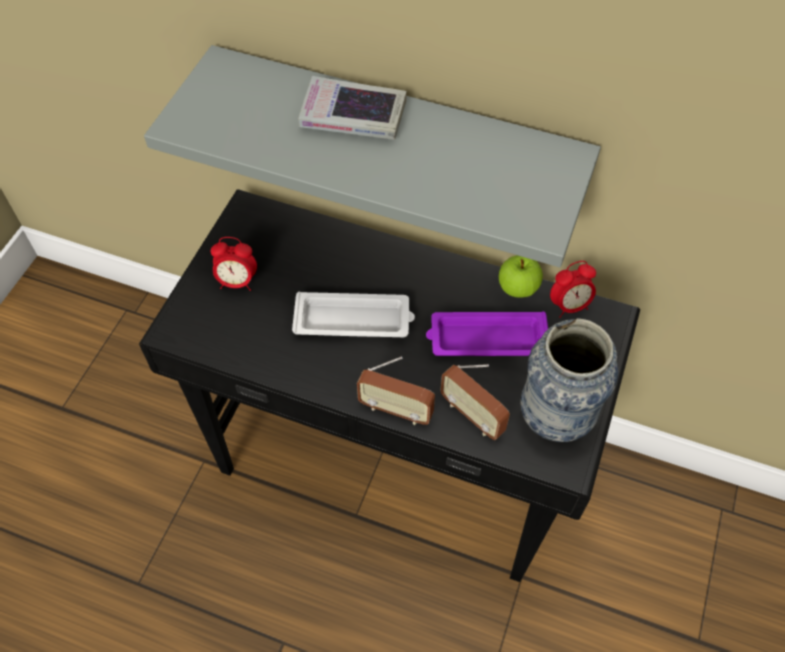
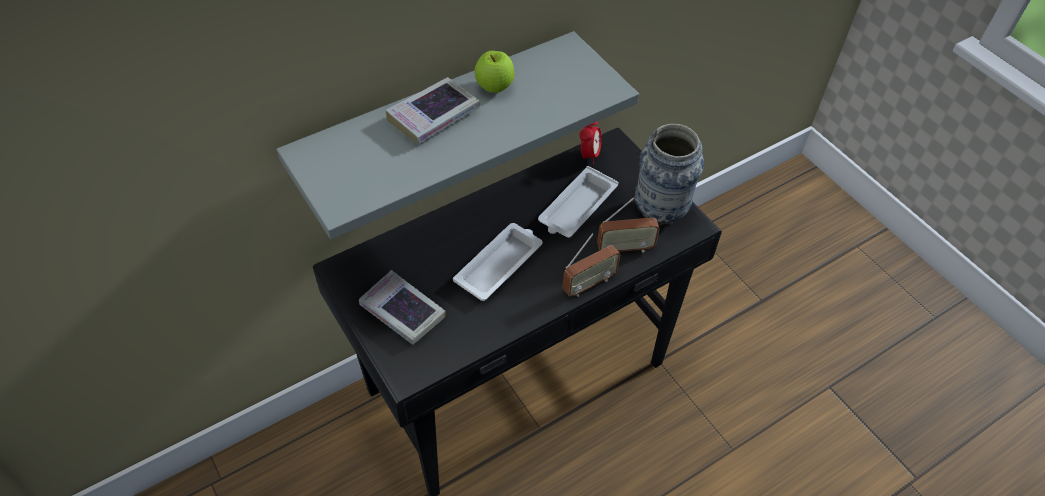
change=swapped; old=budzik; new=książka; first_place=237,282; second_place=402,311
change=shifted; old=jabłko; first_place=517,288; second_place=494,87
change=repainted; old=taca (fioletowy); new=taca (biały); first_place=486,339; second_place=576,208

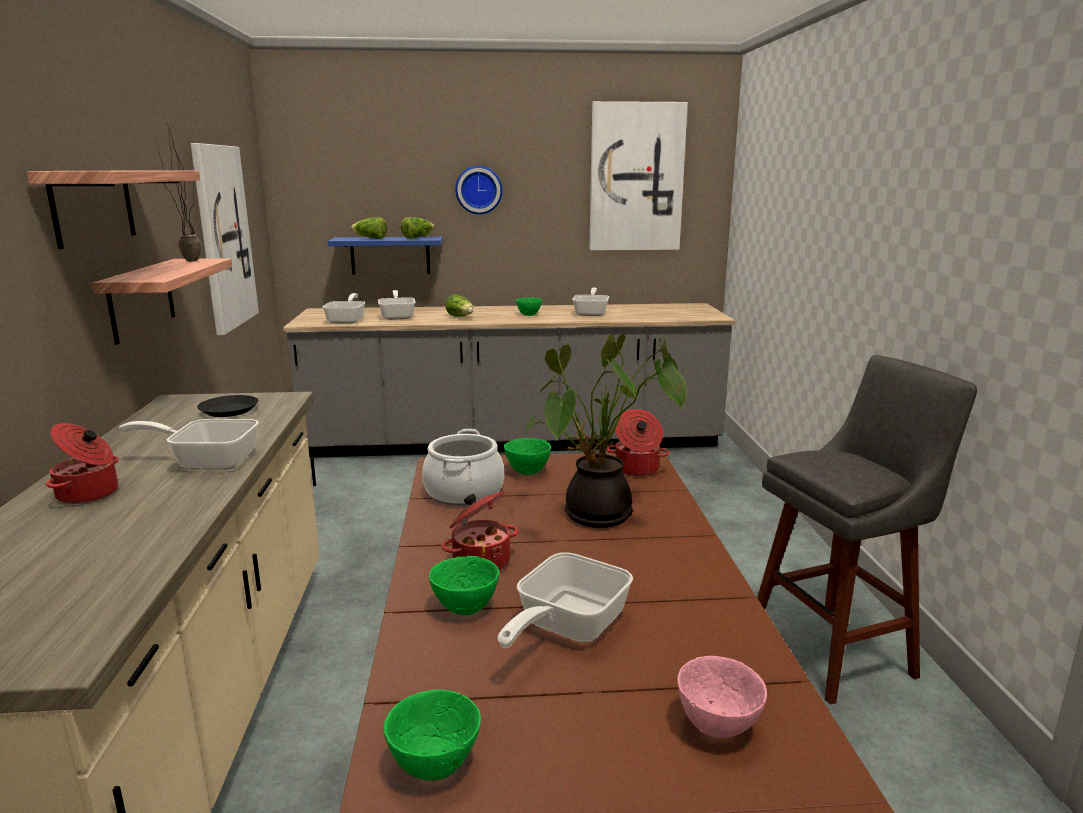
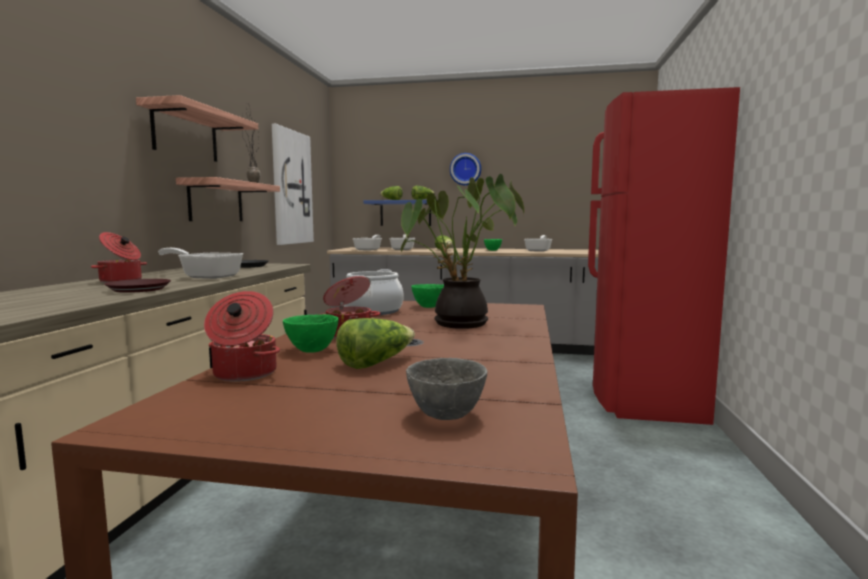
change=new; new=talerz (brązowy); second_place=138,289
change=shifted; old=garnek; first_place=636,469; second_place=243,374
change=swapped; old=patelnia; new=sałata; first_place=565,627; second_place=375,363
change=repainted; old=miska (różowy); new=miska (szary); first_place=718,726; second_place=448,416
change=new; new=lodówka (czerwony); second_place=644,401
change=gone; old=miska (zielony); first_place=433,765
change=gone; old=obraz; first_place=636,177
change=gone; old=stołek (szary); first_place=836,651

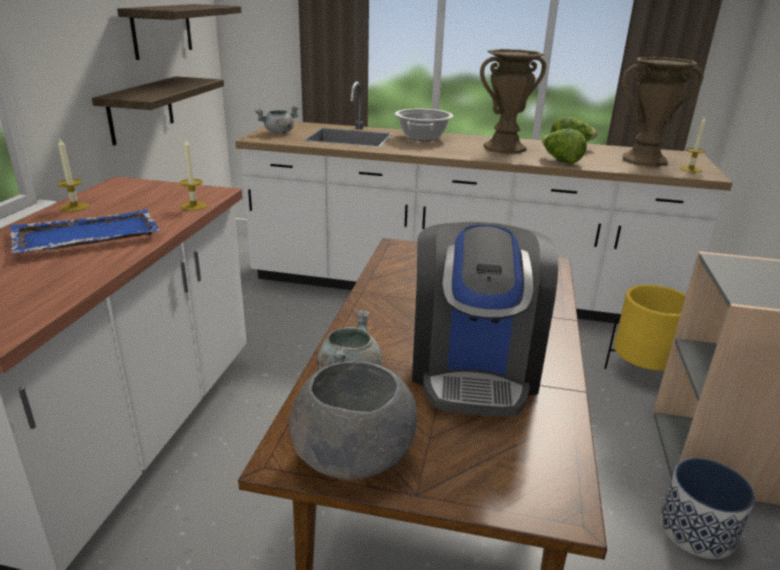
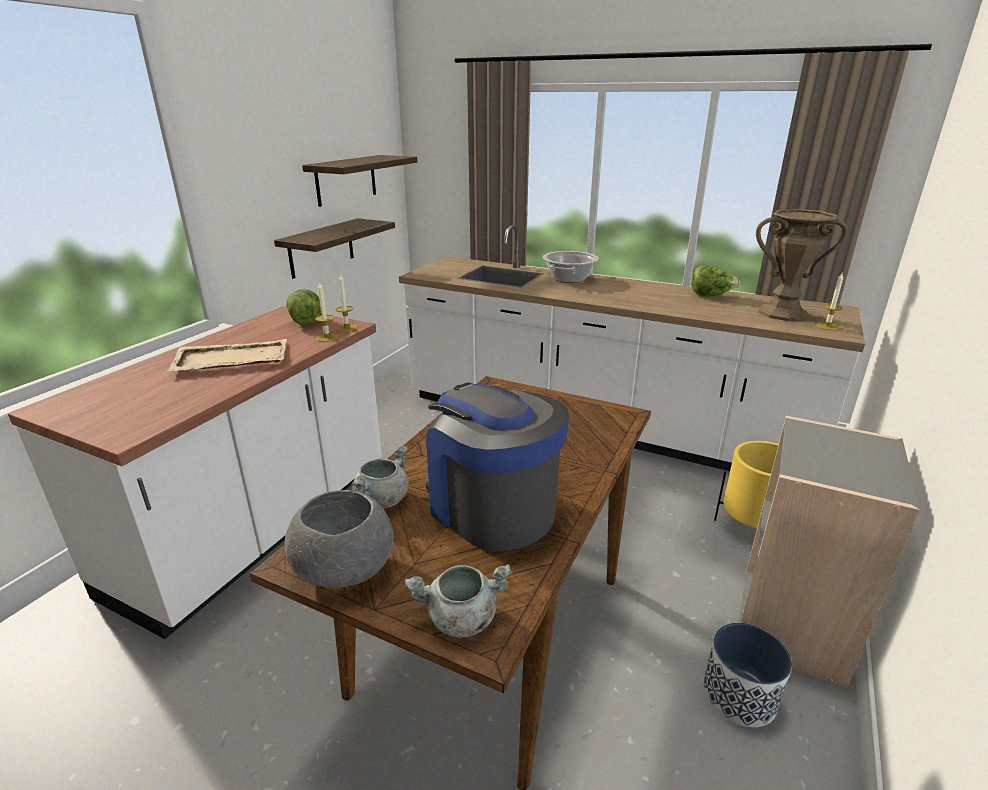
change=repainted; old=taca (niebieski); new=taca (beżowy); first_place=85,235; second_place=230,359
change=shifted; old=sałata; first_place=560,161; second_place=306,321
change=shifted; old=świeca; first_place=74,207; second_place=346,328
change=shifted; old=garnek (szary); first_place=278,133; second_place=460,619
change=rotated; old=ekspres do kawy; first_place=475,368; second_place=491,507; degrees=120
change=gone; old=wazon (brązowy); first_place=504,148

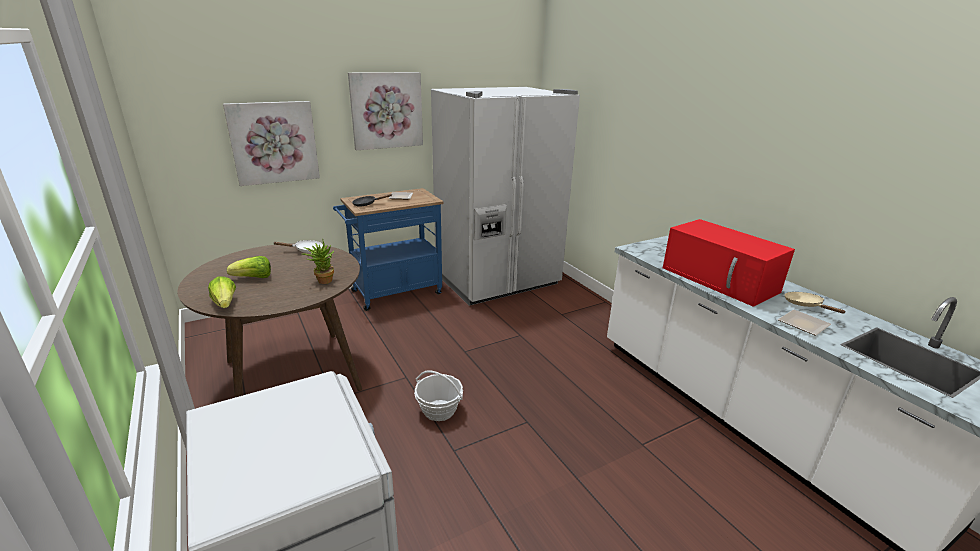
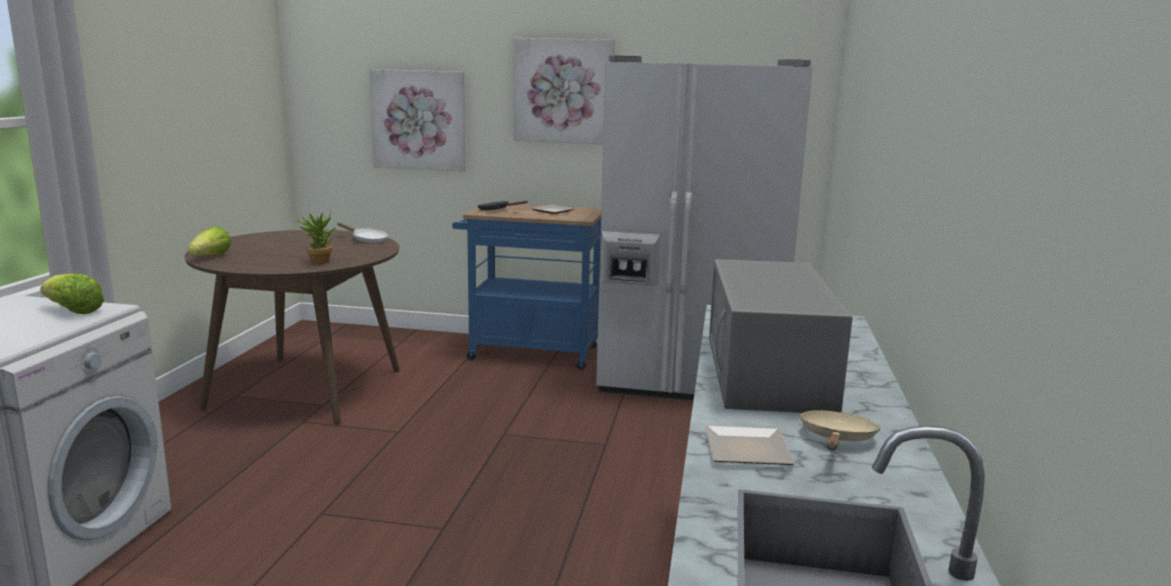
change=shifted; old=sałata; first_place=253,278; second_place=73,311
change=repainted; old=mikrofalówka (czerwony); new=mikrofalówka (szary); first_place=721,280; second_place=768,373
change=gone; old=koszyk; first_place=439,410

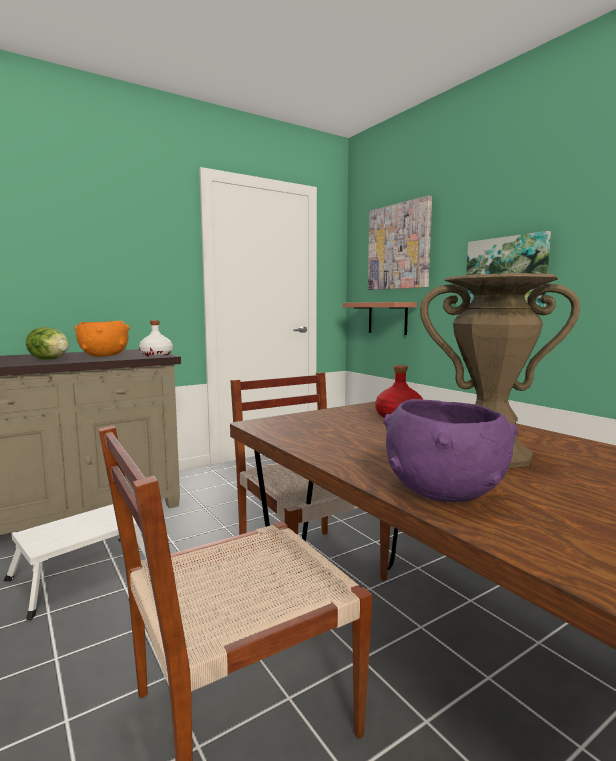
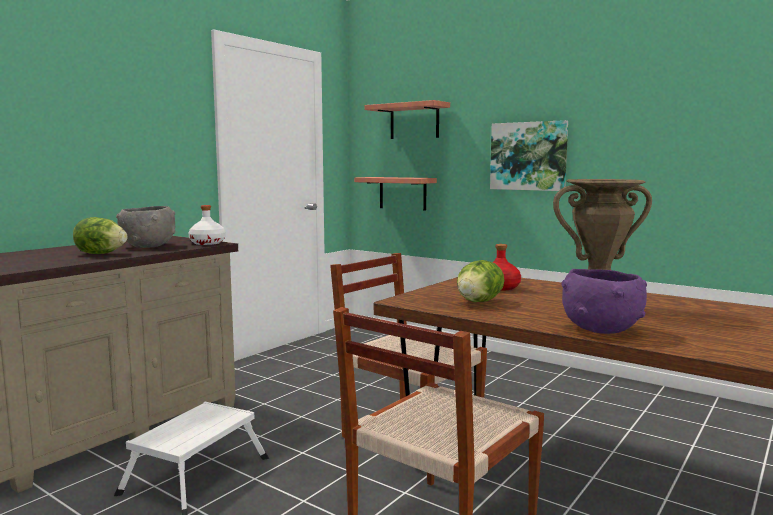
change=repainted; old=miska (pomarańczowy); new=miska (szary); first_place=104,356; second_place=148,246
change=swapped; old=obraz; new=półka; first_place=399,247; second_place=414,121
change=new; new=sałata; second_place=478,302

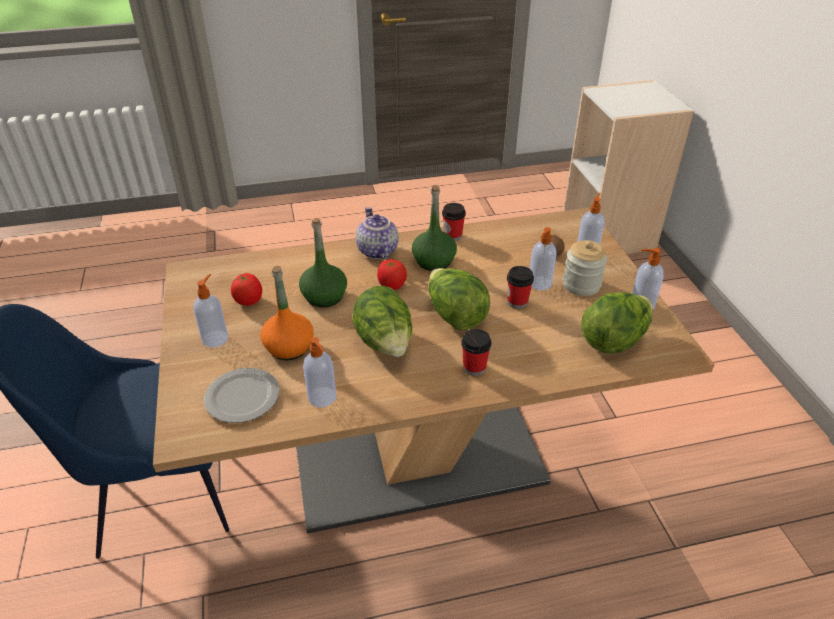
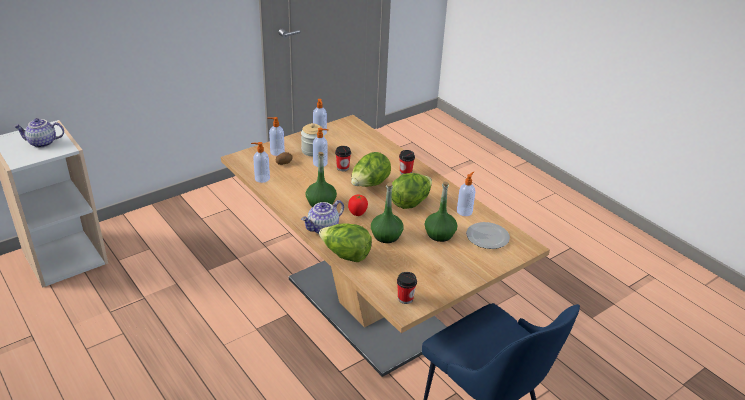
change=new; new=imbryk; second_place=42,143
change=shifted; old=dozownik mydła; first_place=215,338; second_place=261,178
change=shifted; old=sałata; first_place=613,340; second_place=345,255
change=shifted; old=filiżanka; first_place=452,236; second_place=405,298
change=repainted; old=butelka (pomarańczowy); new=butelka (zielony); first_place=289,347; second_place=440,234
change=gone; old=pomidor; first_place=249,301

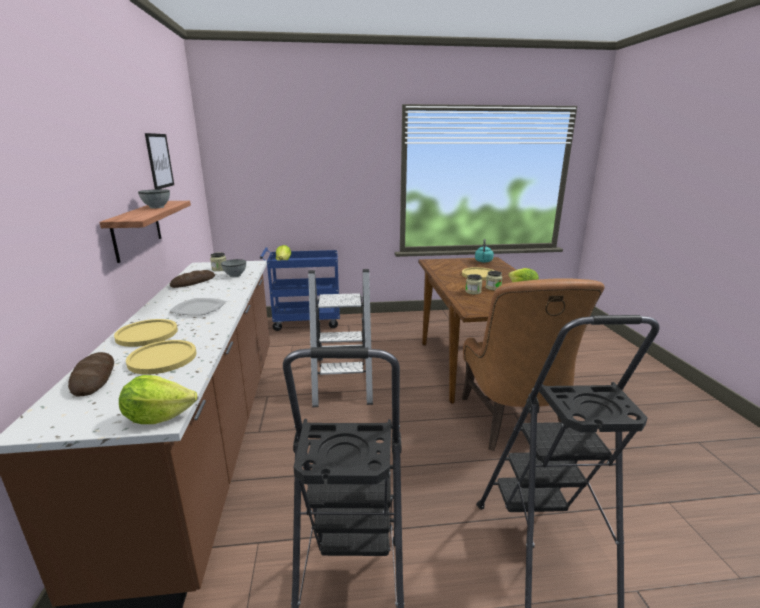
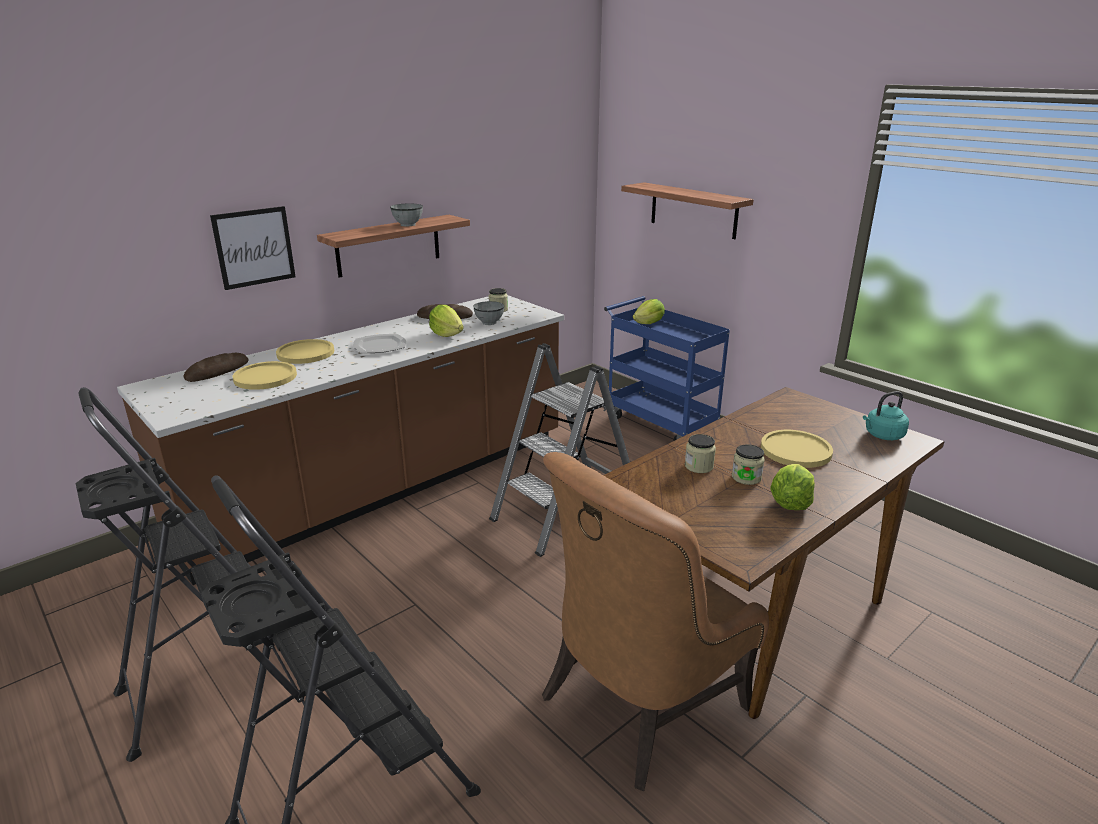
change=shifted; old=obraz; first_place=159,161; second_place=254,247
change=shifted; old=sałata; first_place=158,417; second_place=447,334
change=new; new=półka; second_place=693,210

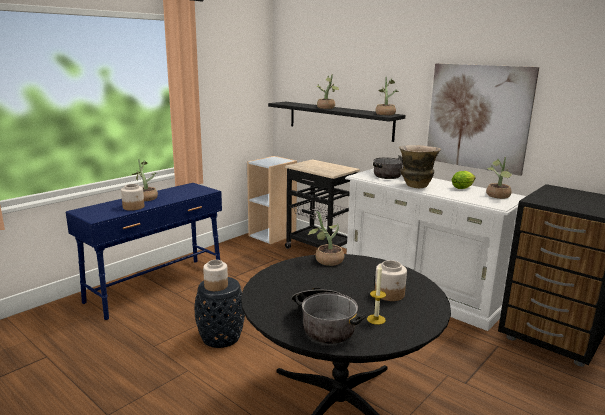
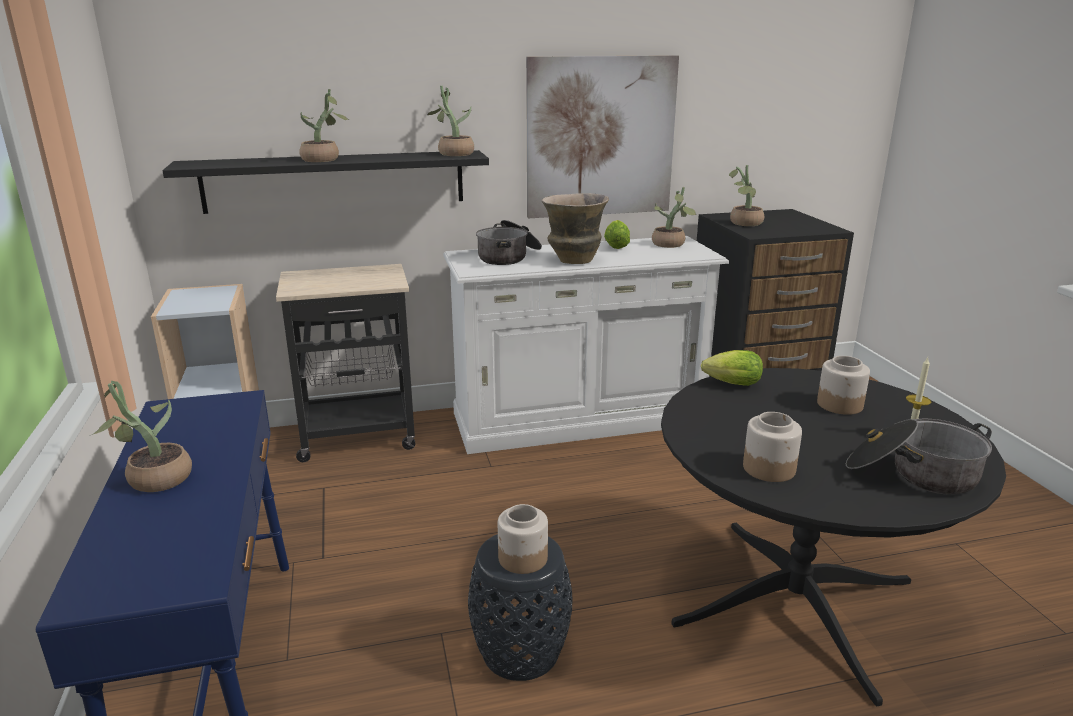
change=new; new=sałata; second_place=729,384
change=shifted; old=roślina doniczkowa; first_place=325,260; second_place=744,223
change=shifted; old=słoik; first_place=134,207; second_place=769,468

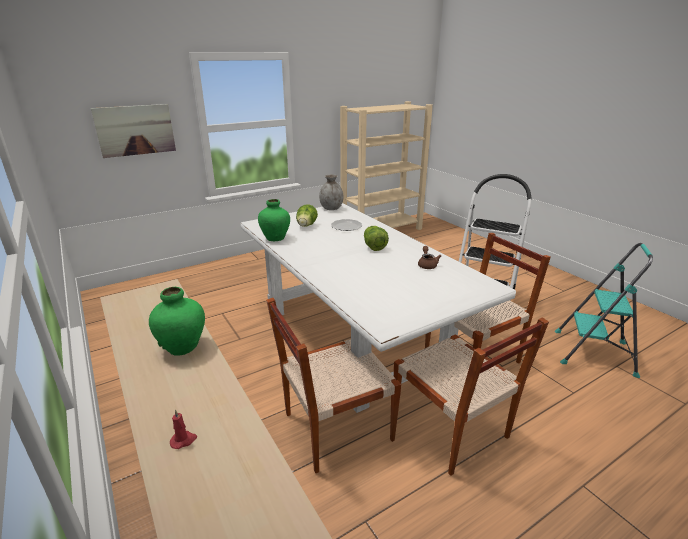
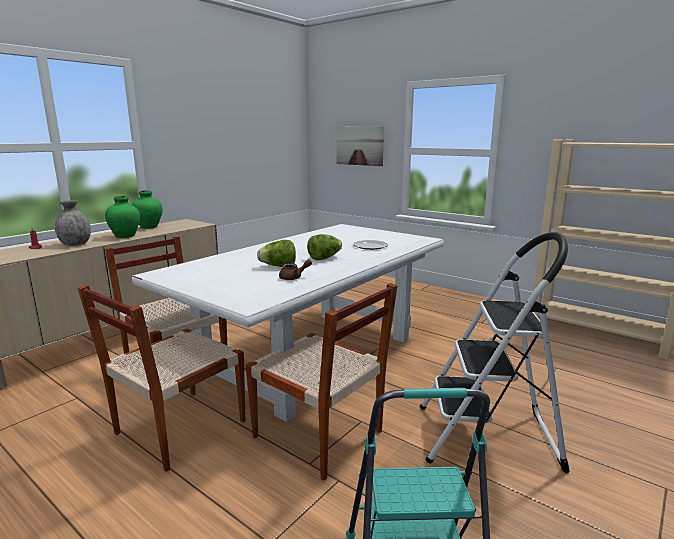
change=shifted; old=wazon (szary); first_place=331,208; second_place=75,244
change=shifted; old=wazon (zielony); first_place=275,238; second_place=149,227
change=shifted; old=sałata; first_place=306,226; second_place=278,266

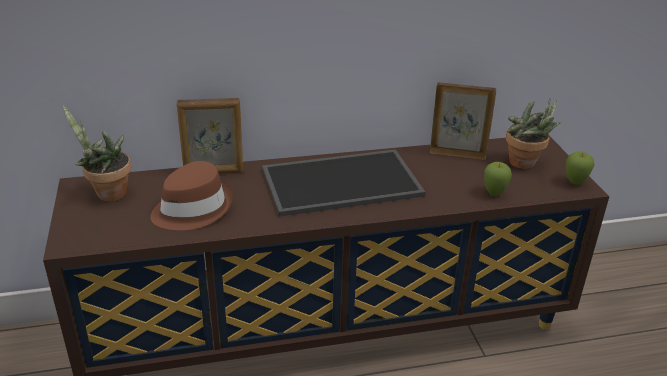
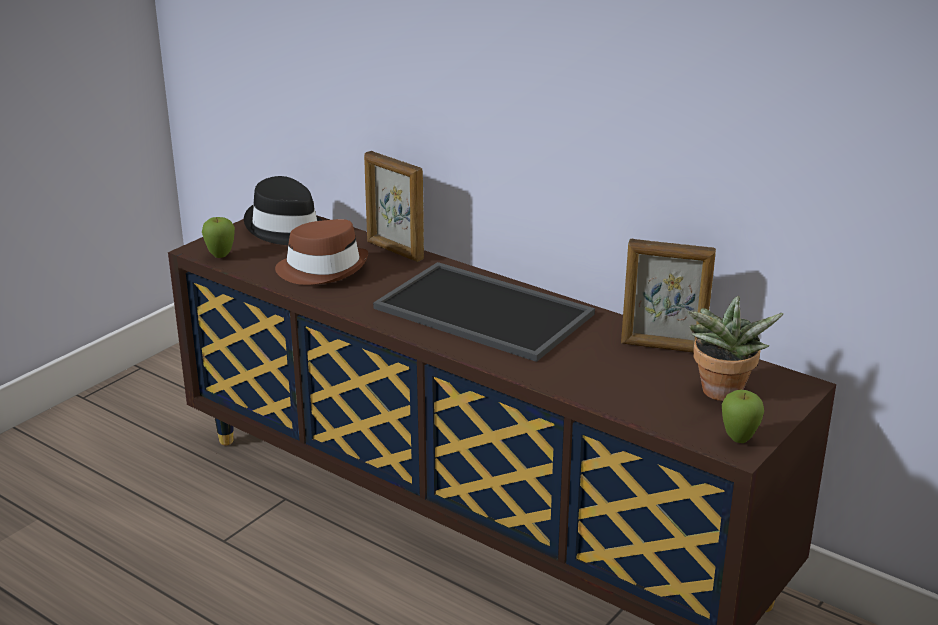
change=shifted; old=jabłko; first_place=494,194; second_place=220,256
change=swapped; old=roślina doniczkowa; new=kapelusz (czarny); first_place=107,193; second_place=287,229
change=rotated; old=ramka na zdjęcie; first_place=457,154; second_place=662,347; degrees=135

